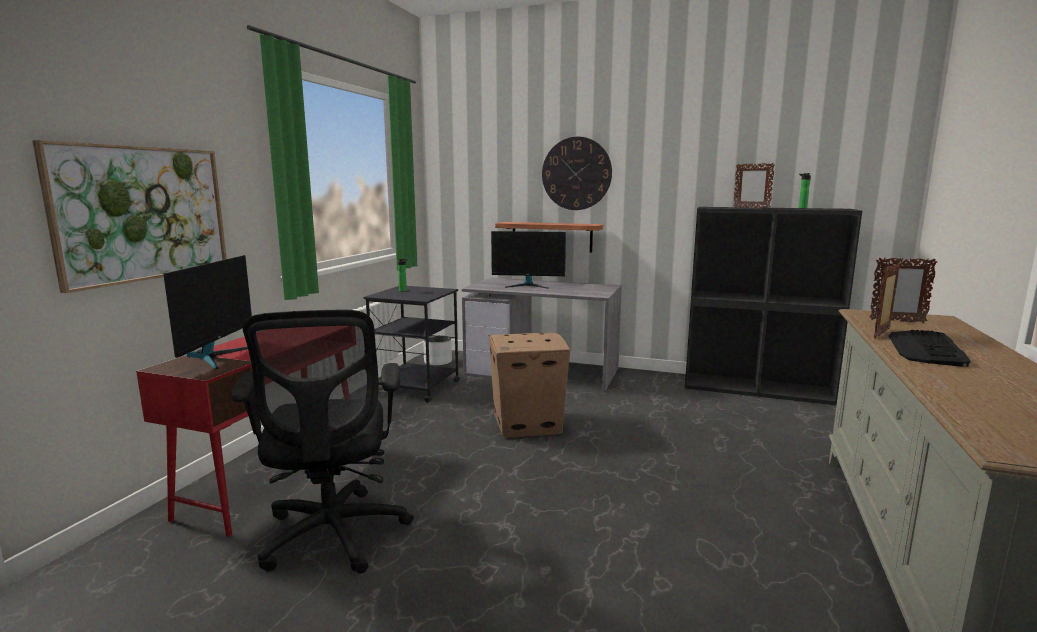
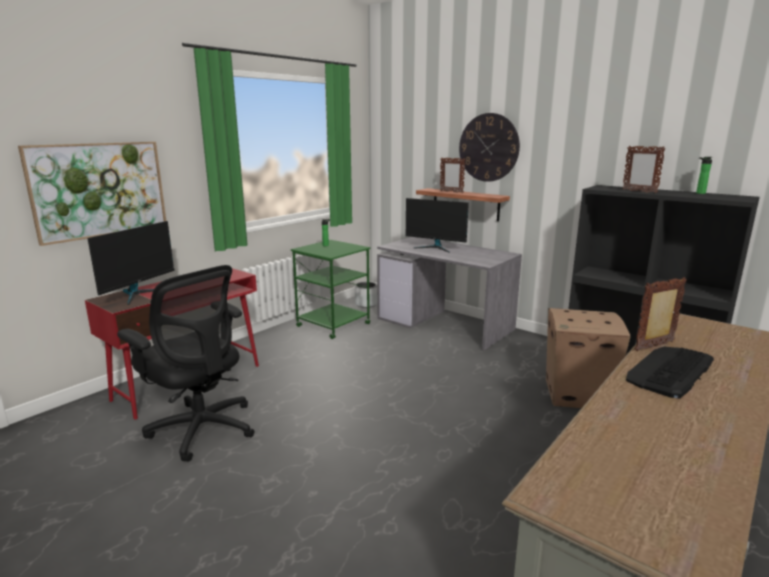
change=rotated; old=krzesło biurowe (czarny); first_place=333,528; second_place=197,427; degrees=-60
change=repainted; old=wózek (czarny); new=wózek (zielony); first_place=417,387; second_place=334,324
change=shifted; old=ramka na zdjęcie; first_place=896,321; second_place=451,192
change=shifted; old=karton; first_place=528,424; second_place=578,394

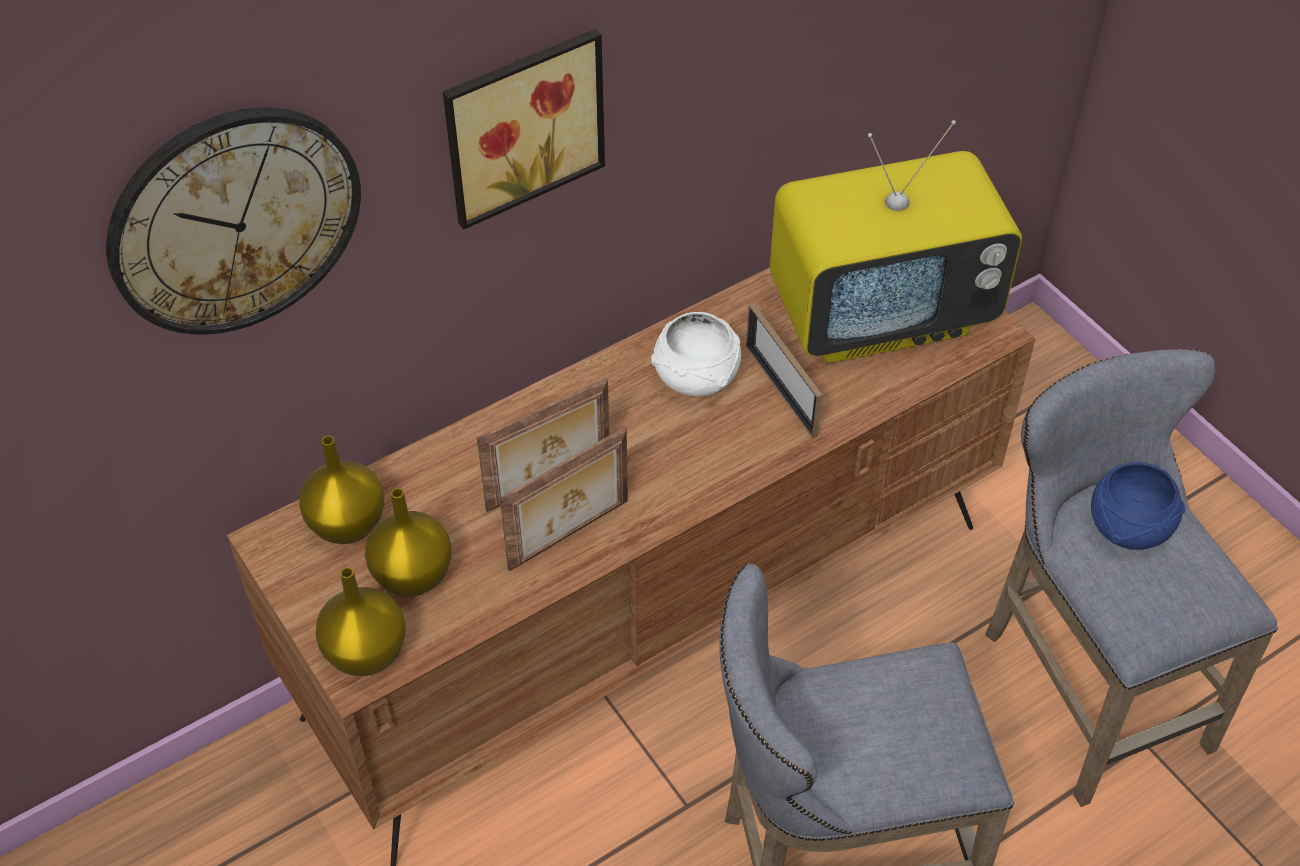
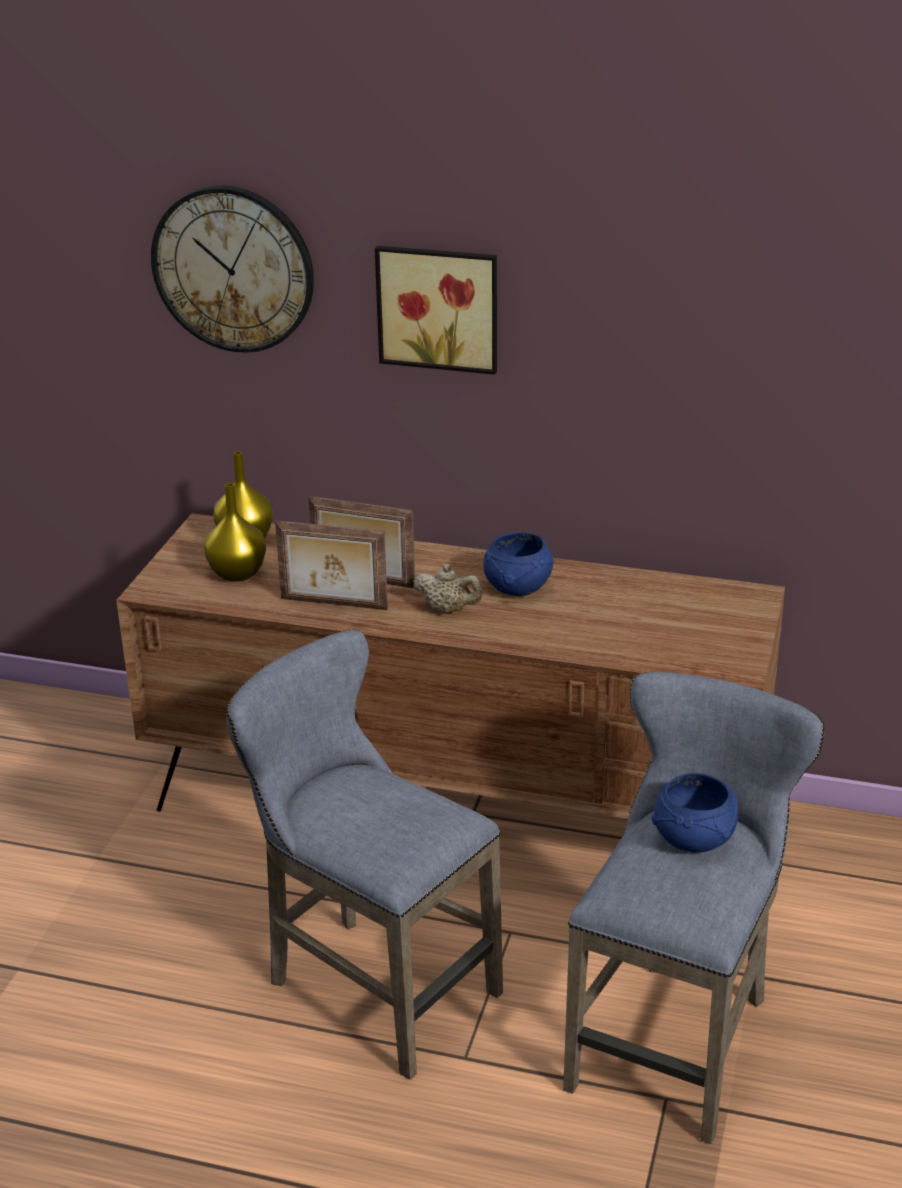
change=new; new=imbryk (beżowy); second_place=448,610
change=repainted; old=miska (biały); new=miska (niebieski); first_place=697,379; second_place=517,588
change=gone; old=wazon (żółty); first_place=367,652
change=gone; old=ramka na zdjęcie; first_place=781,390
change=gone; old=telewizor; first_place=882,314

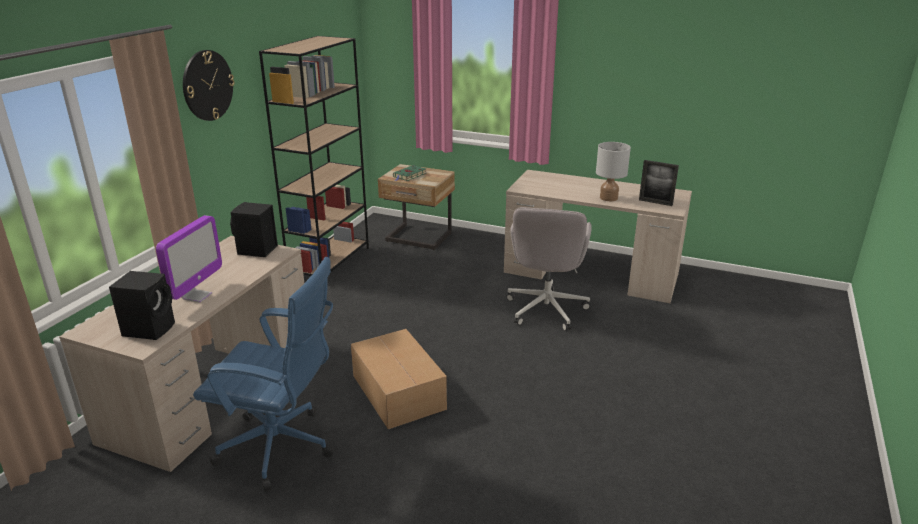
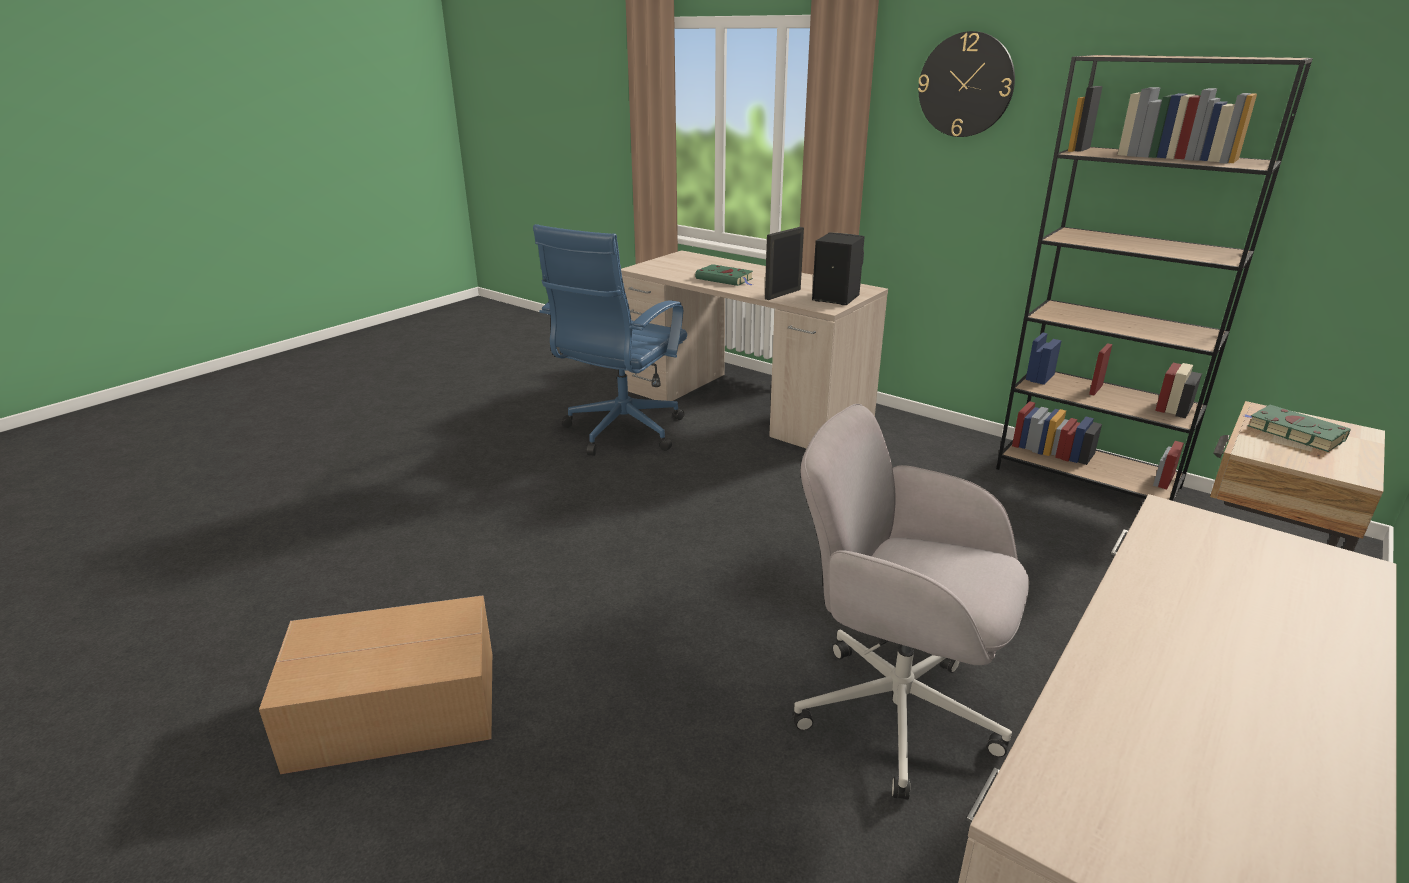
change=shifted; old=karton; first_place=398,391; second_place=398,709
change=swapped; old=monitor; new=książka (zielony); first_place=197,296; second_place=725,279
change=shifted; old=ramka na zdjęcie; first_place=655,202; second_place=782,294
change=gone; old=głośnik (czarny); first_place=150,328
change=gone; old=lampa stołowa (szary); first_place=608,198

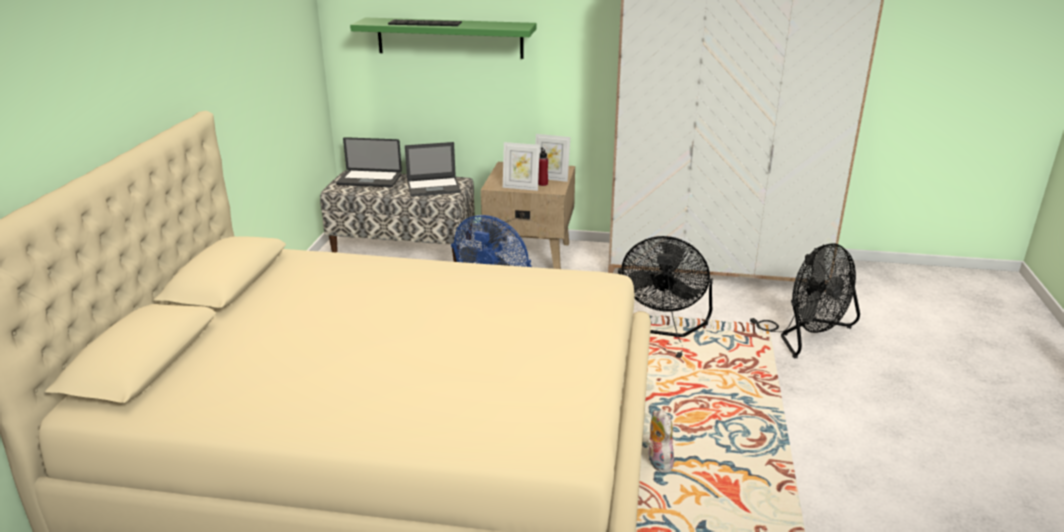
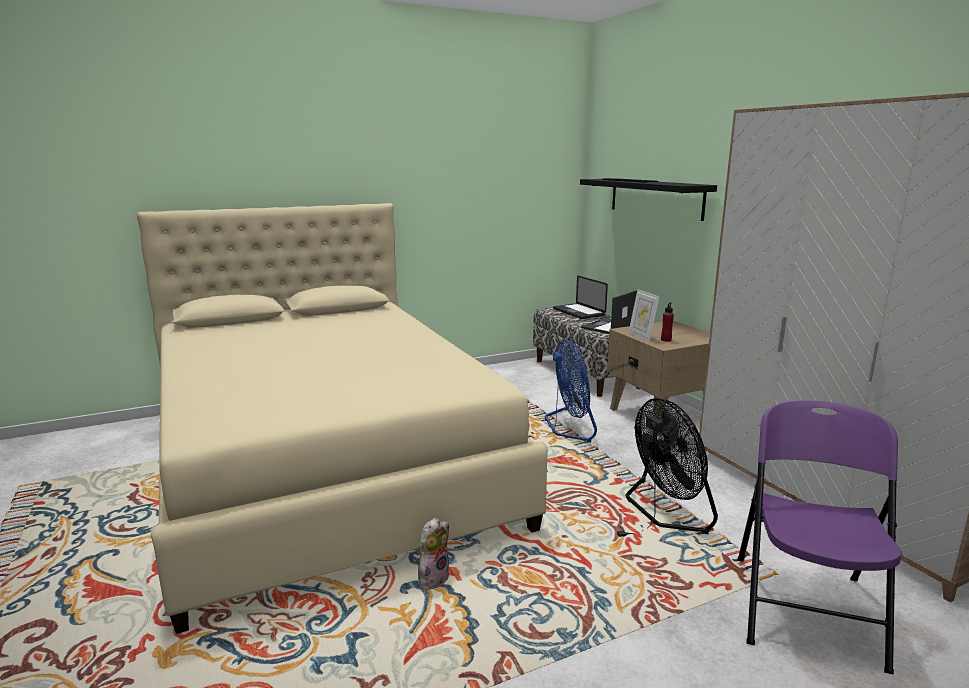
change=repainted; old=półka (zielony); new=półka (czarny); first_place=449,38; second_place=655,198
change=rotated; old=laptop; first_place=434,187; second_place=608,327; degrees=90
change=swapped; old=wentylator (czarny); new=krzesło (fioletowy); first_place=805,335; second_place=806,610
change=gone; old=ramka na zdjęcie; first_place=551,178

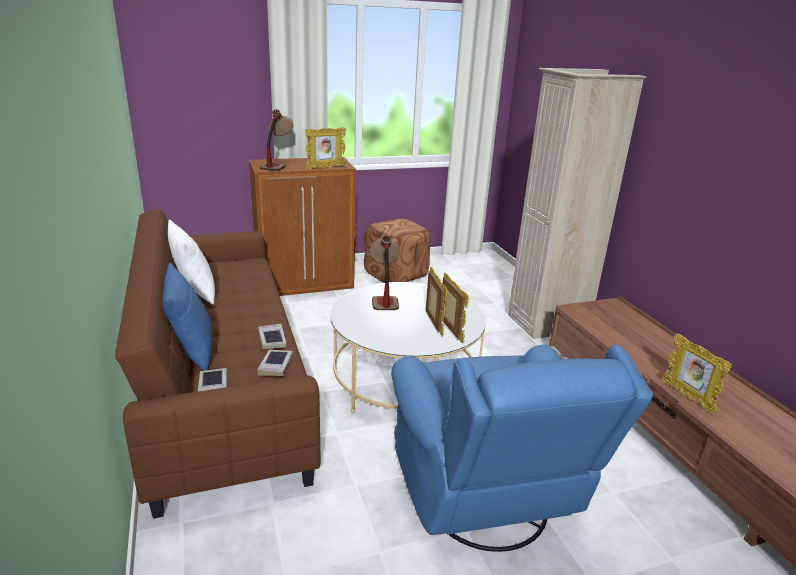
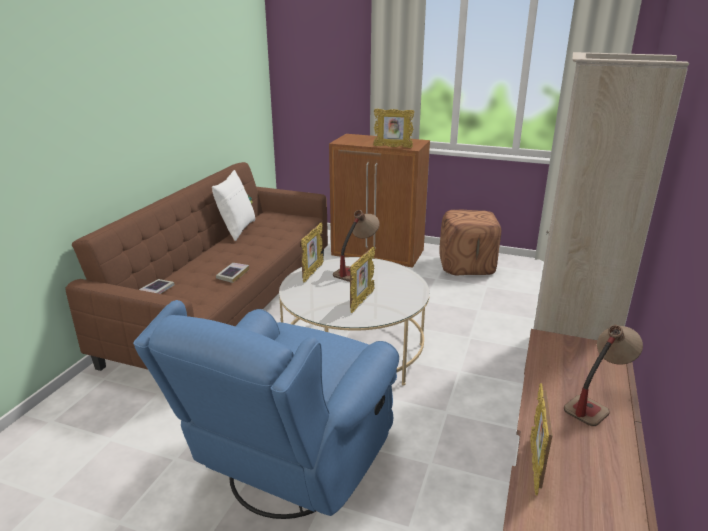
change=shifted; old=ramka na zdjęcie; first_place=450,330; second_place=312,273
change=shifted; old=lampa stołowa; first_place=277,165; second_place=596,402
change=gone; old=poduszka (niebieski); first_place=192,352
change=gone; old=książka; first_place=276,366

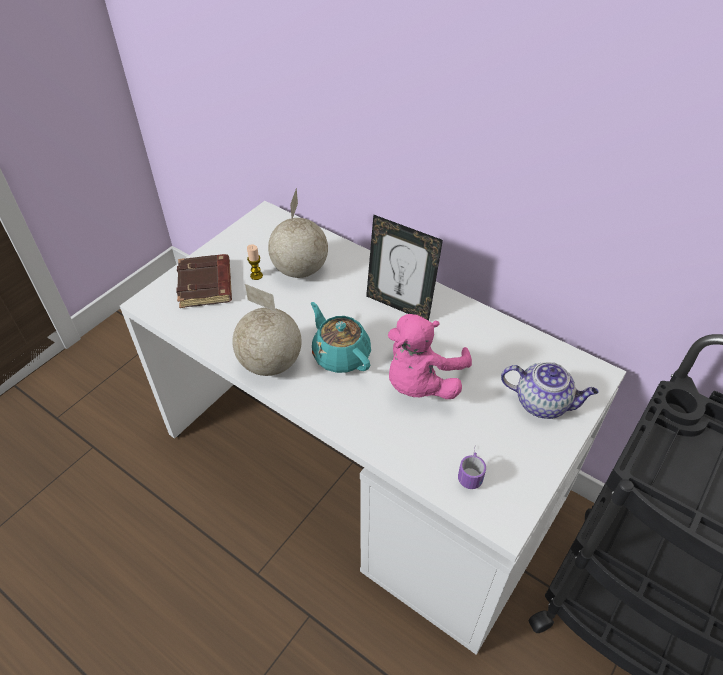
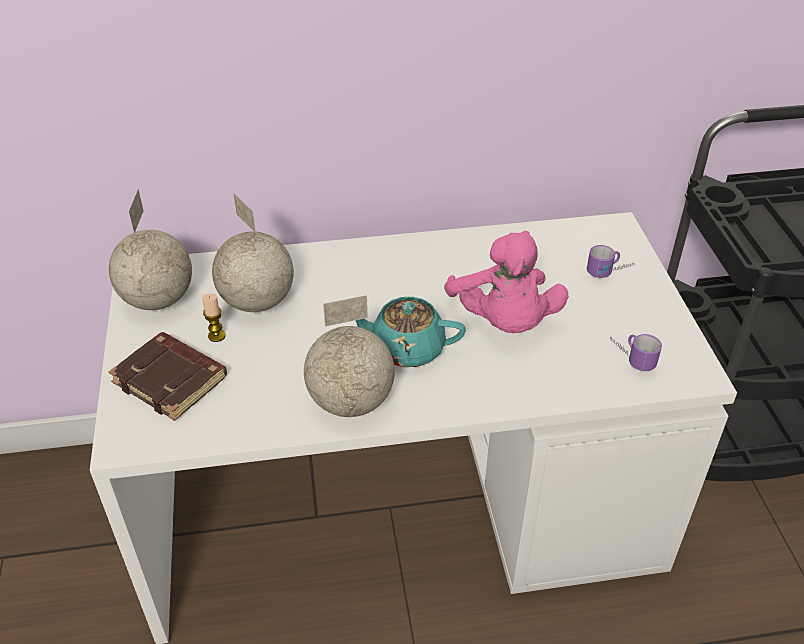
change=new; new=globus; second_place=159,299
change=swapped; old=imbryk; new=kubek; first_place=543,403; second_place=610,273
change=gone; old=ramka na zdjęcie; first_place=399,305

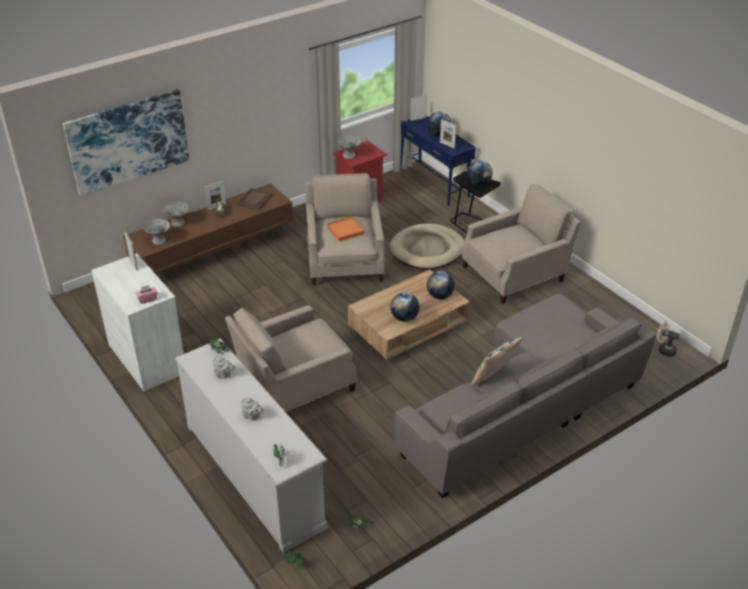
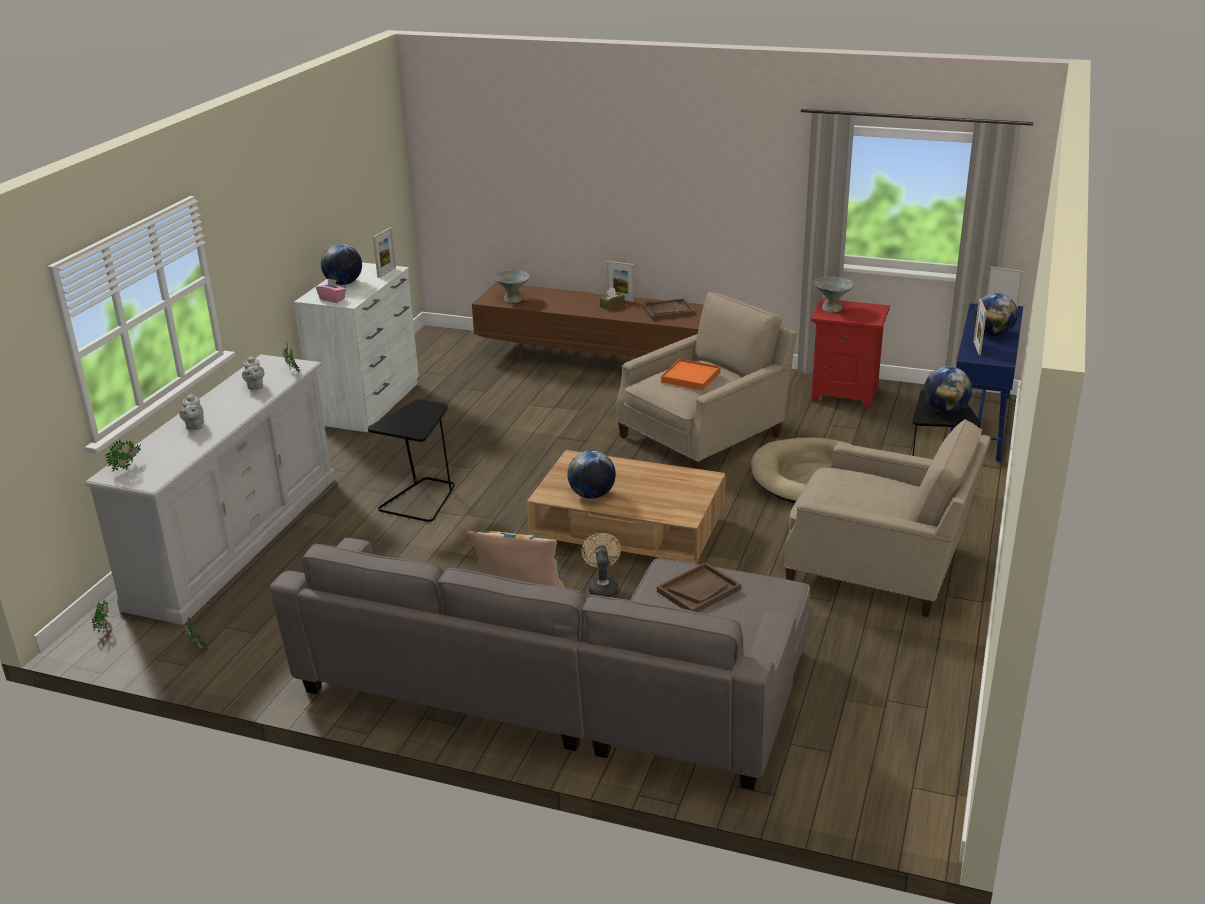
change=shifted; old=globus; first_place=440,296; second_place=344,283
change=swapped; old=fotel (beżowy); new=stolik (czarny); first_place=294,383; second_place=421,500
change=shifted; old=wentylator (beżowy); first_place=664,350; second_place=602,587
change=new; new=taca (brązowy); second_place=698,590
change=gone; old=obraz; first_place=128,141
change=gone; old=miska (szary); first_place=178,223

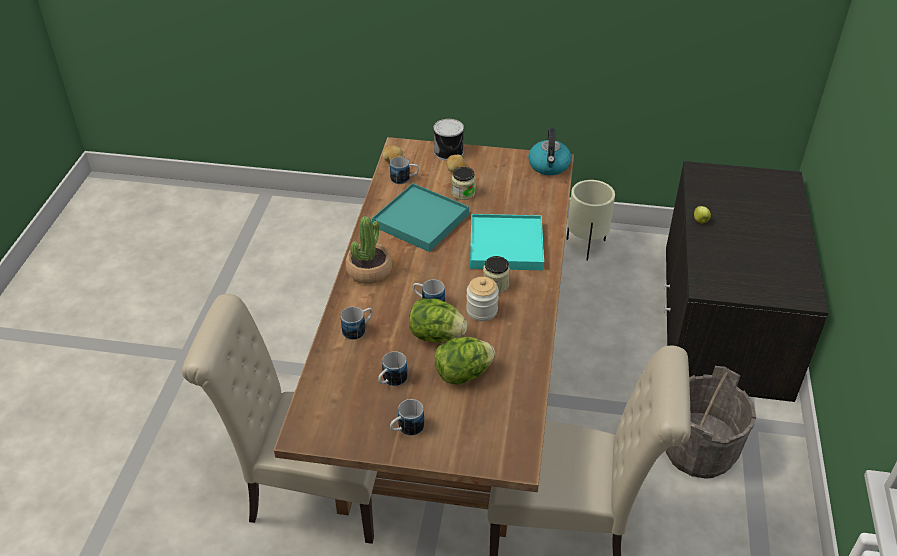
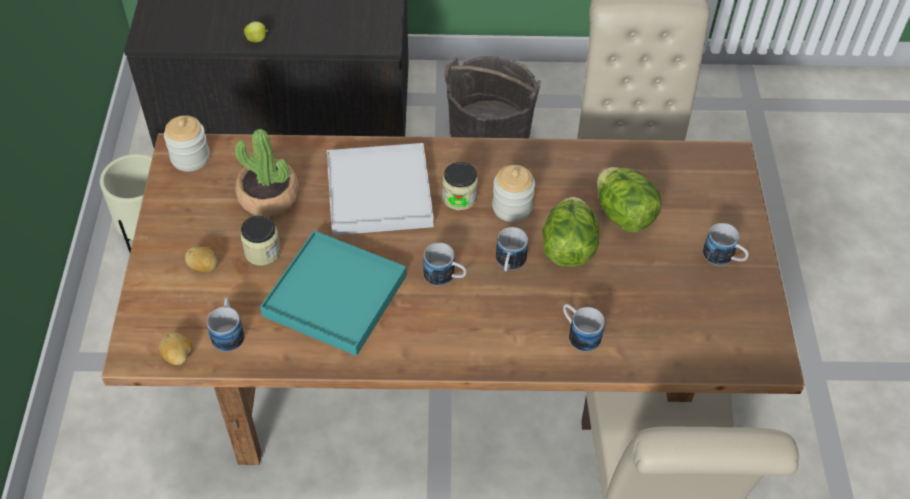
change=swapped; old=czajnik; new=słoik; first_place=549,166; second_place=190,157
change=shifted; old=roślina doniczkowa; first_place=369,270; second_place=268,196
change=repainted; old=taca (turkusowy); new=taca (biały); first_place=506,246; second_place=379,193
change=shifted; old=kubek; first_place=391,381; second_place=445,276
change=gone; old=puszka; first_place=449,152

